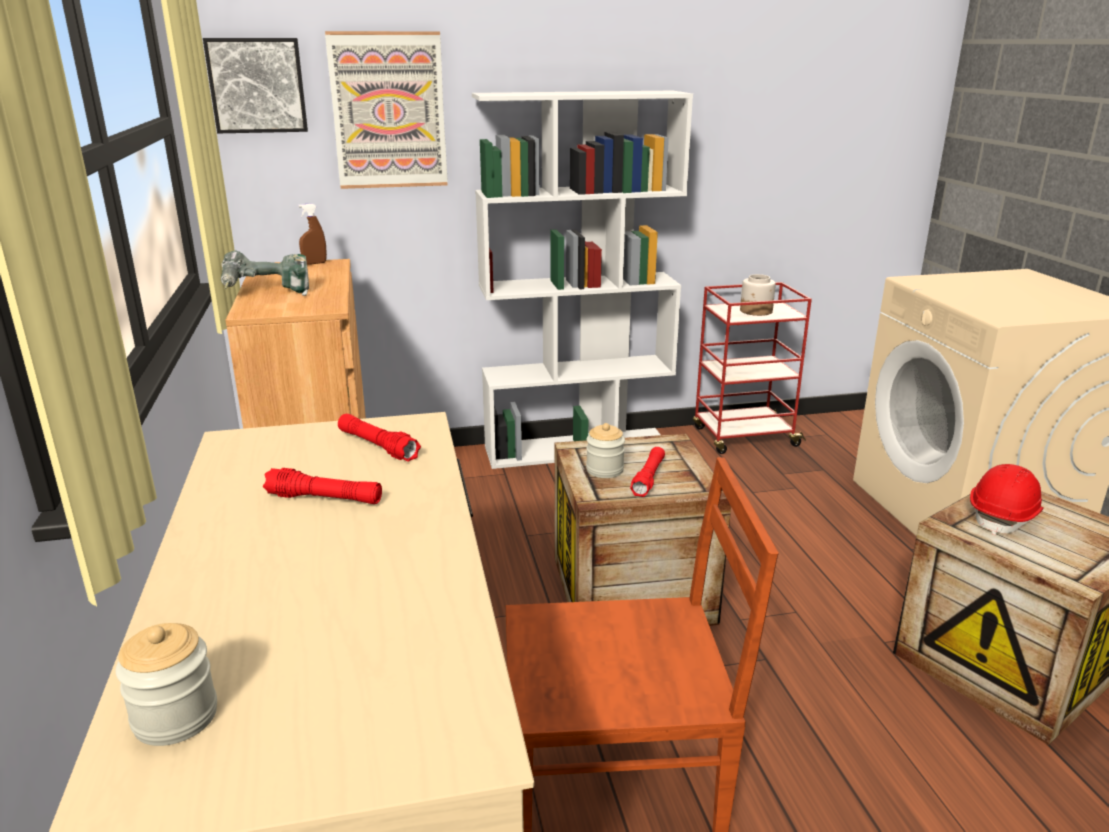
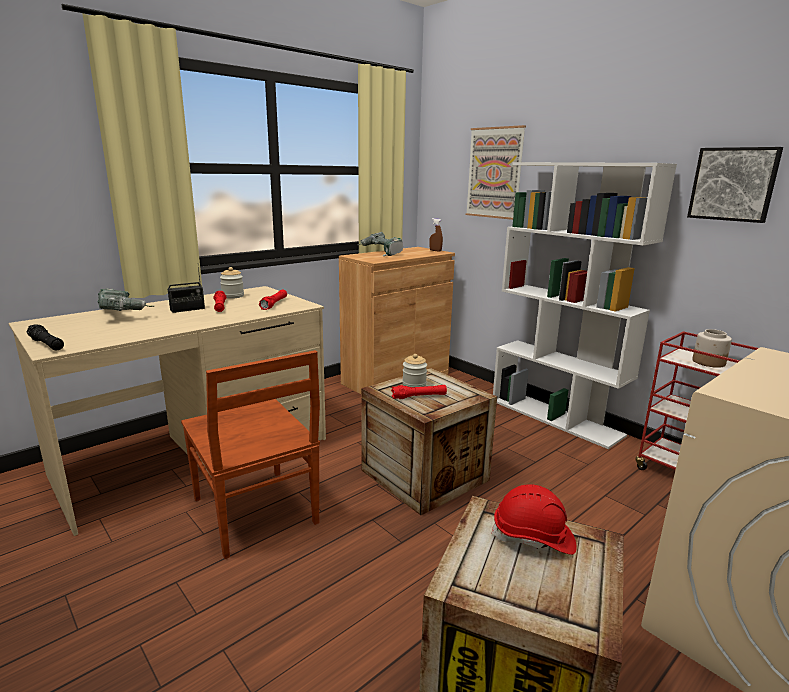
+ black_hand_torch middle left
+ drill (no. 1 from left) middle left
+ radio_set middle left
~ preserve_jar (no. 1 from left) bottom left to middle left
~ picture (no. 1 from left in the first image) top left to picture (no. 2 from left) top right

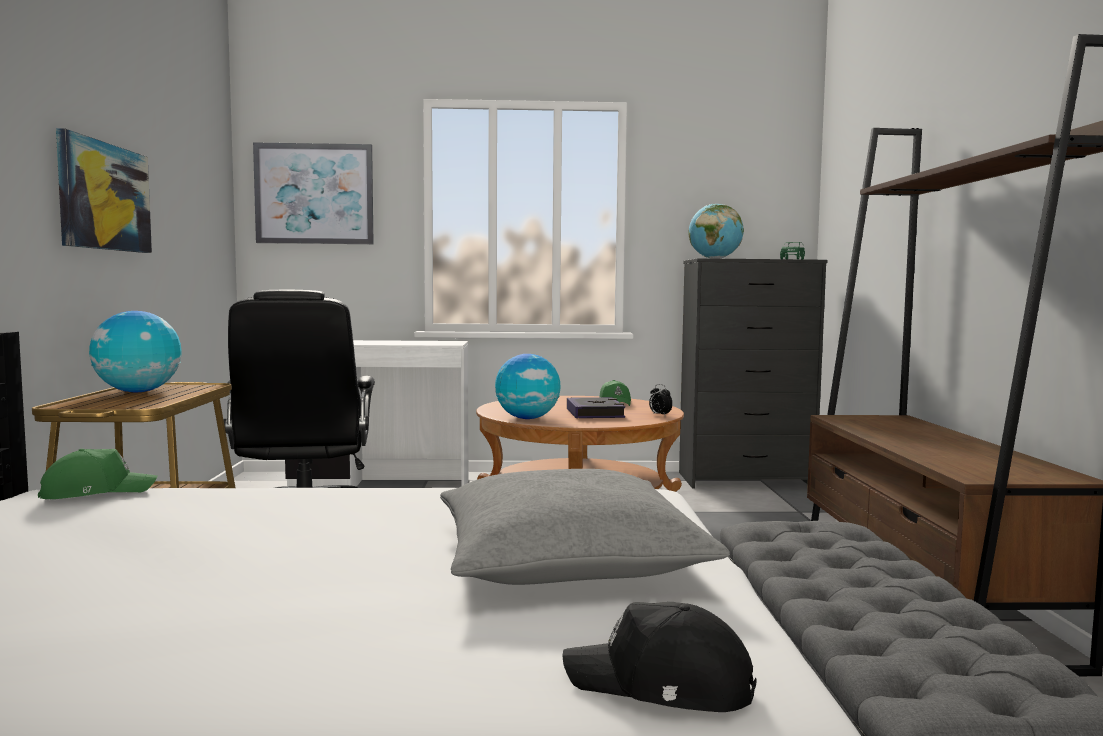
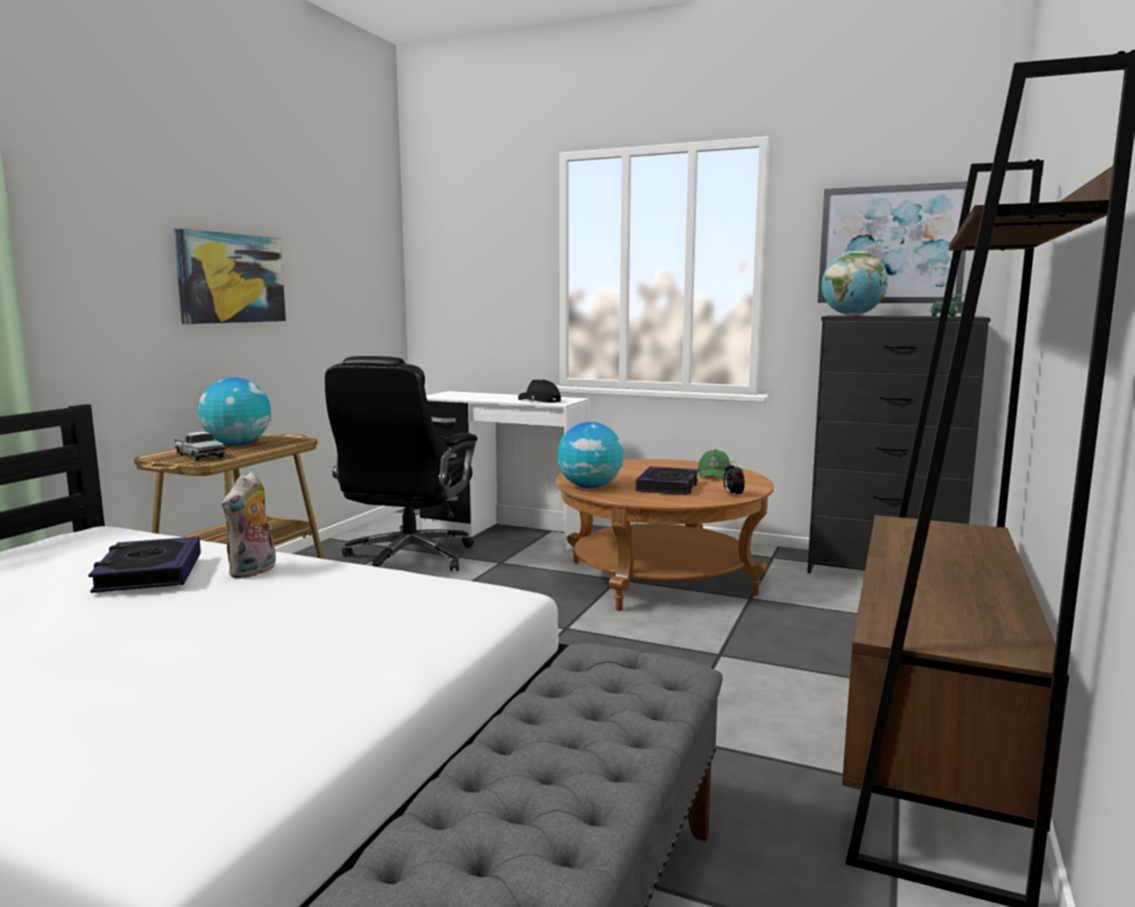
- green-coloured_cap (no. 1 from left) middle left
- grey_throw_pillow bottom centre
+ book (no. 1 from left) middle left
+ toy_lorry middle left
+ plush_toy middle left
~ picture (no. 2 from left) top left to top right
~ black_cap bottom centre to centre

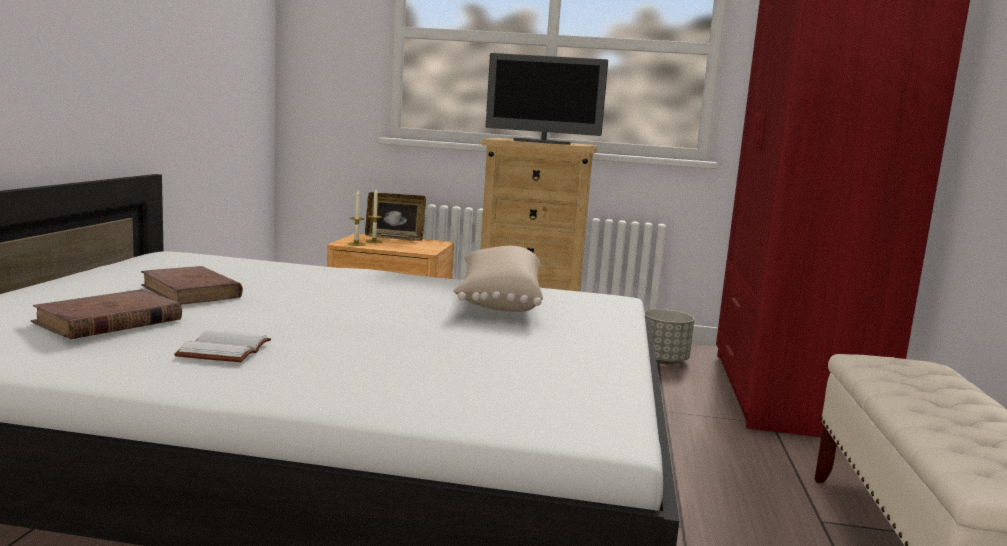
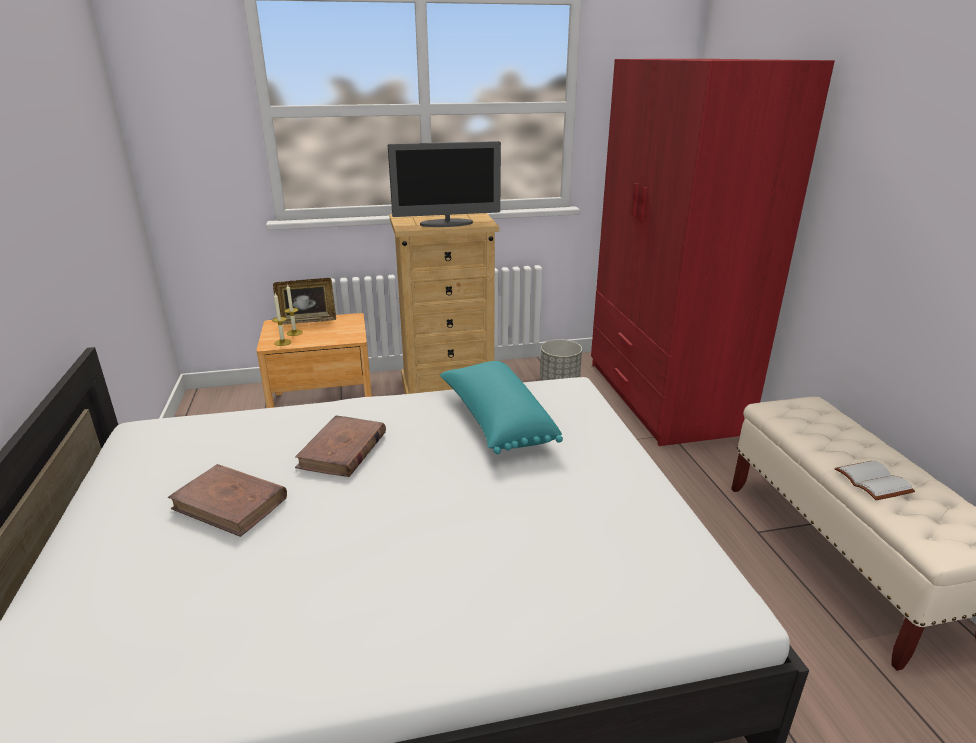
~ brownish_book (no. 1 from left in the first image) middle left to brownish_book (no. 2 from left) centre
~ white-coloured_book middle left to middle right
~ beige-coloured_throw_pillow centre to turquoise-coloured_throw_pillow centre

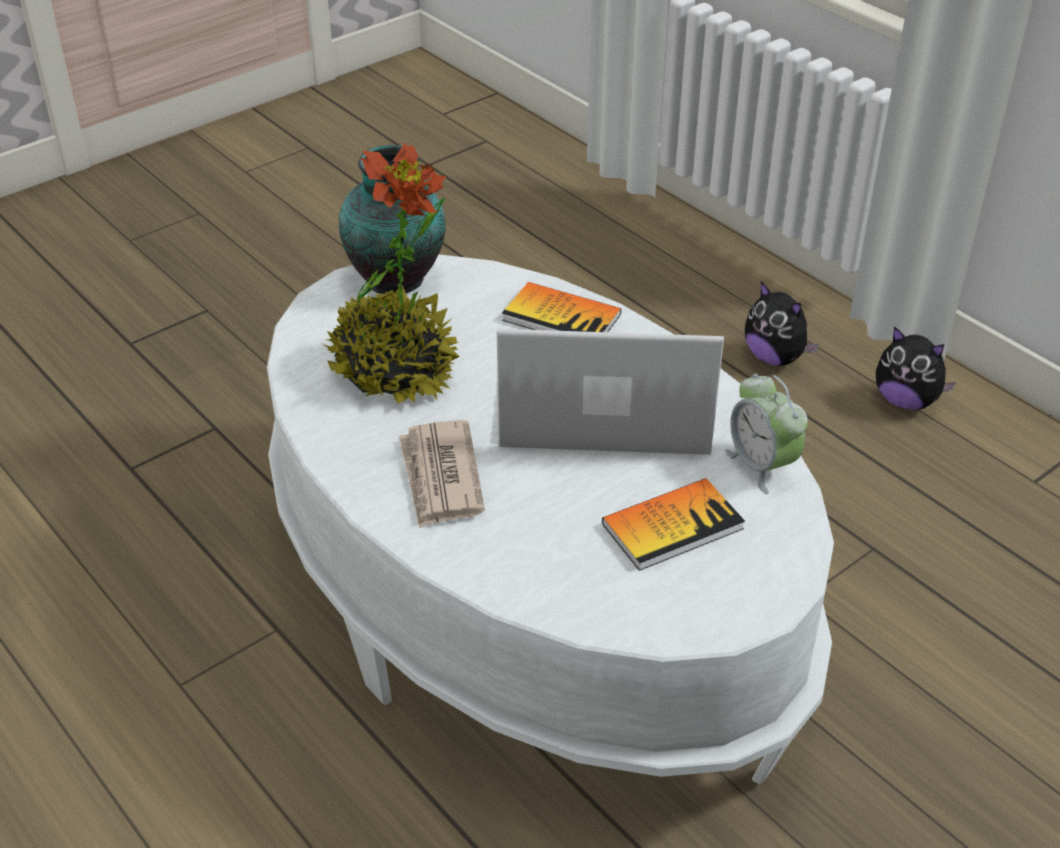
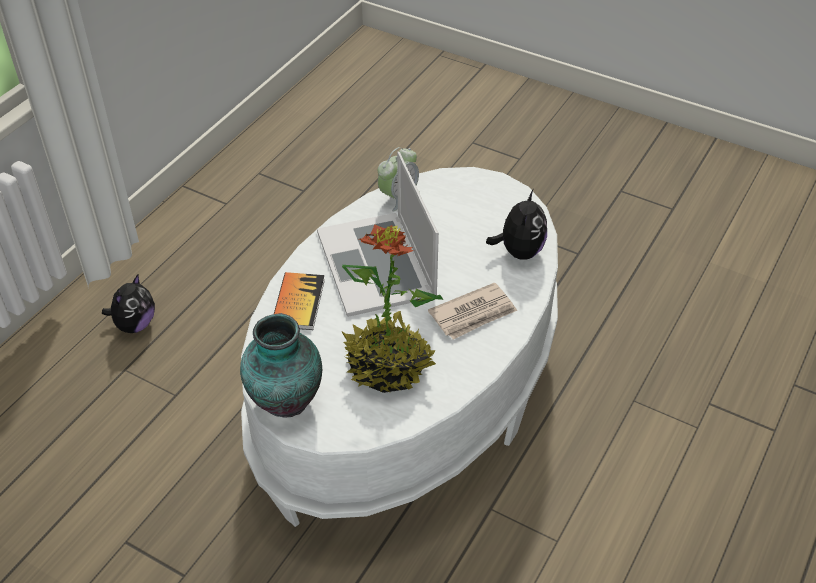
- book (no. 2 from left) centre
~ plush_toy (no. 2 from left) middle right to centre

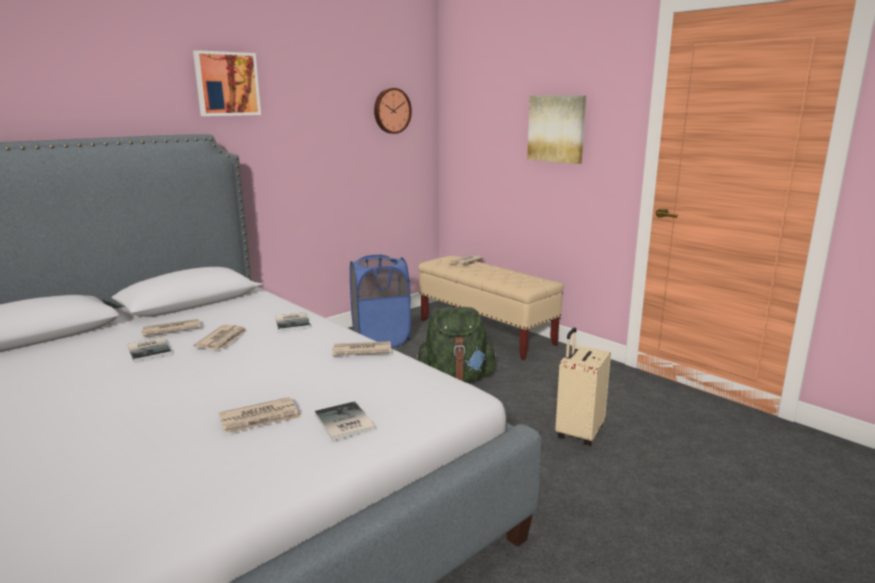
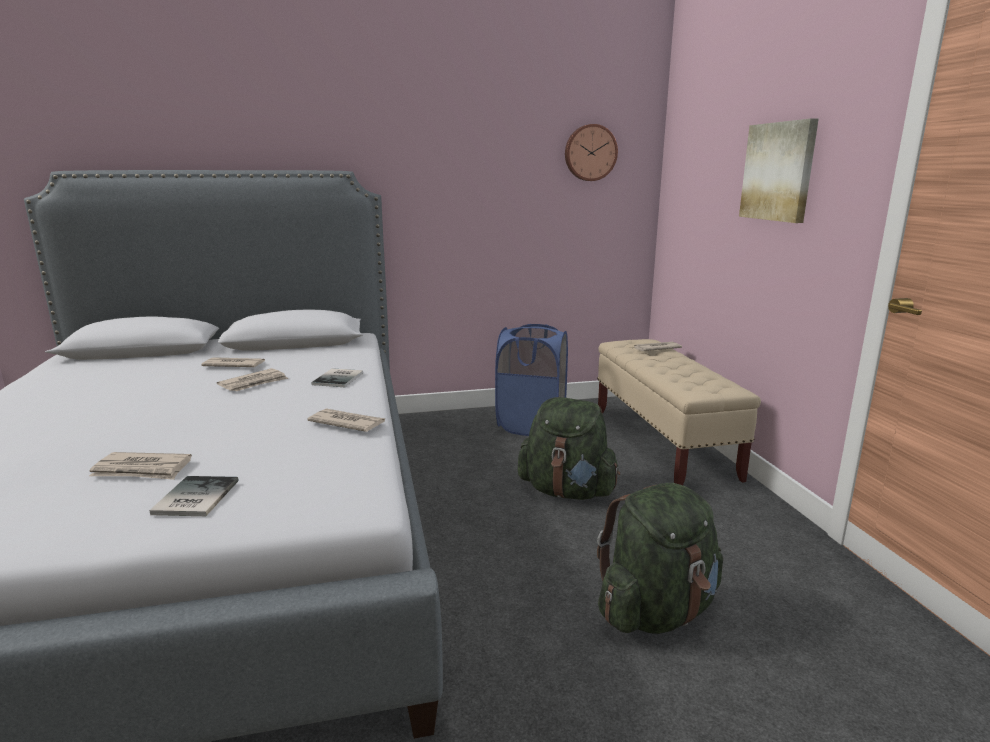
- book (no. 1 from left) middle left
- picture (no. 1 from left) top left
~ beige-coloured_piece_of_luggage centre to green-coloured_knapsack (no. 2 from left) bottom right

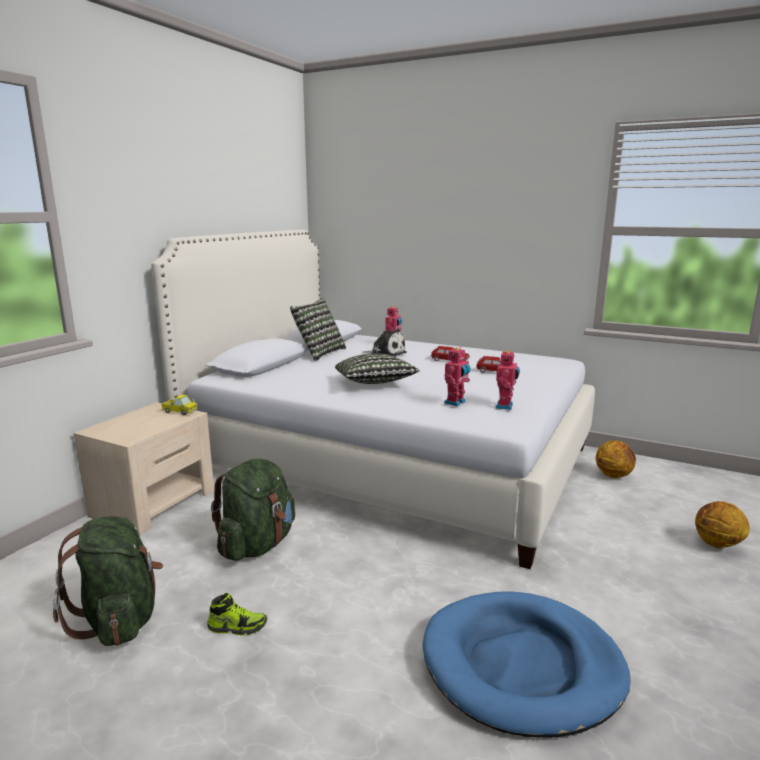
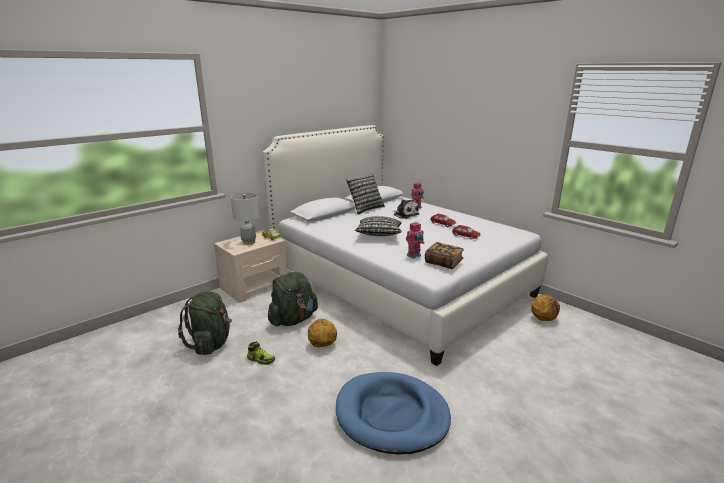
+ grey_table_lamp centre
~ basketball (no. 2 from left in the first image) bottom right to basketball (no. 1 from left) bottom centre
~ toy_robot (no. 3 from left) middle right to book centre

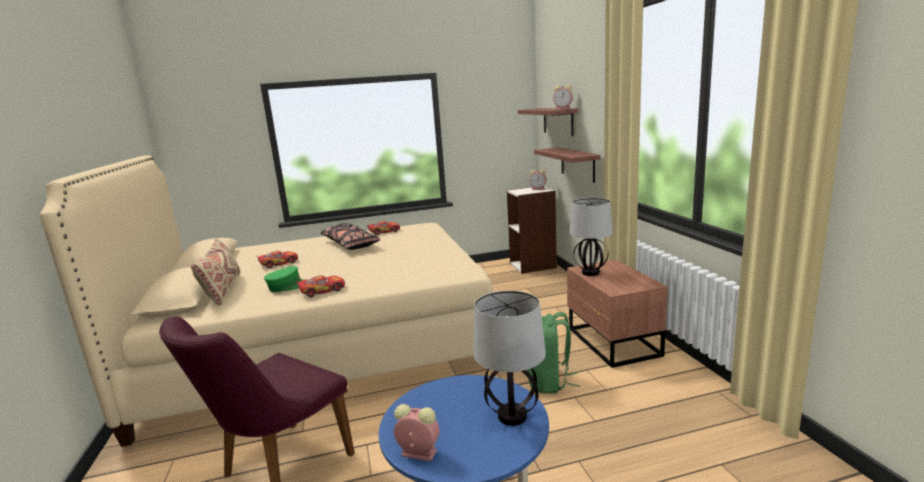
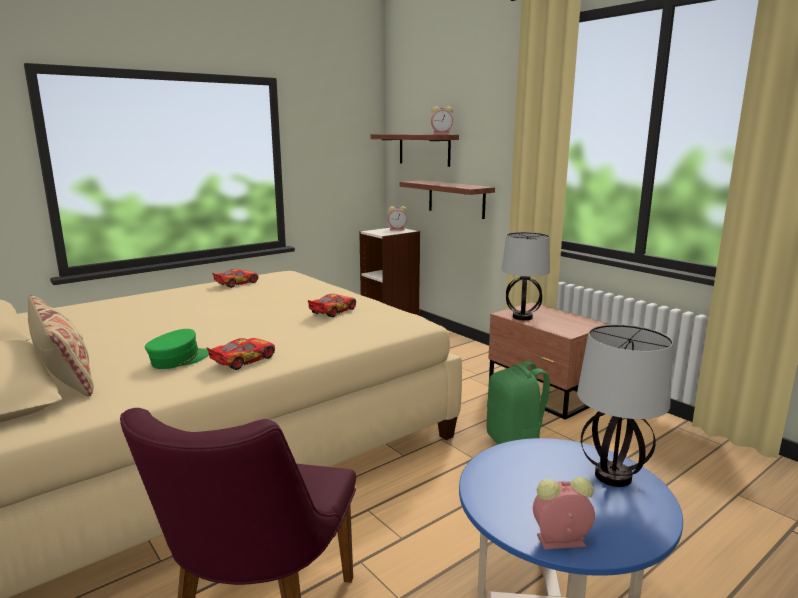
- black_throw_pillow centre
~ model_car (no. 1 from left in the first image) middle left to model_car (no. 3 from left) centre

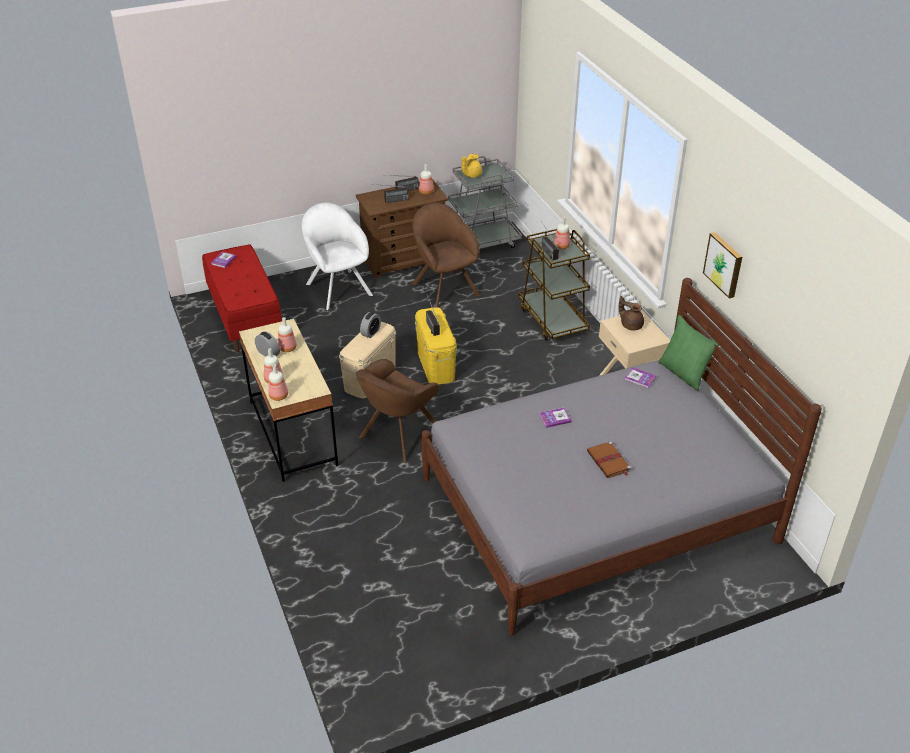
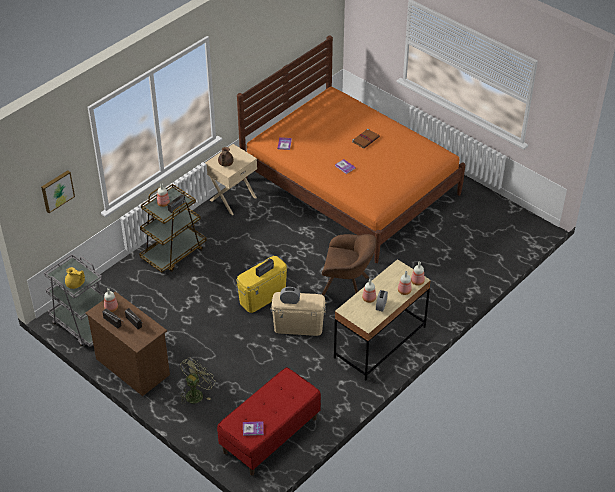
- brownish_easy_chair (no. 2 from left) centre
- green-coloured_throw_pillow middle right
~ picture middle right to middle left
~ white-coloured_easy_chair centre to green-coloured_electric_fan bottom left
~ grey_bedroom_bed middle right to orangey_bedroom_bed top centre

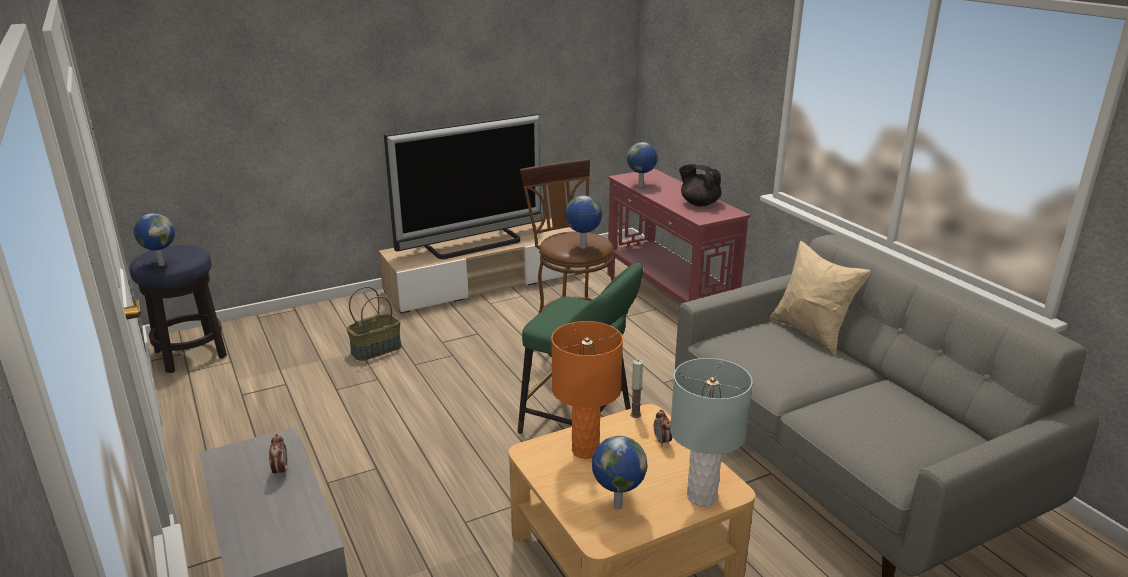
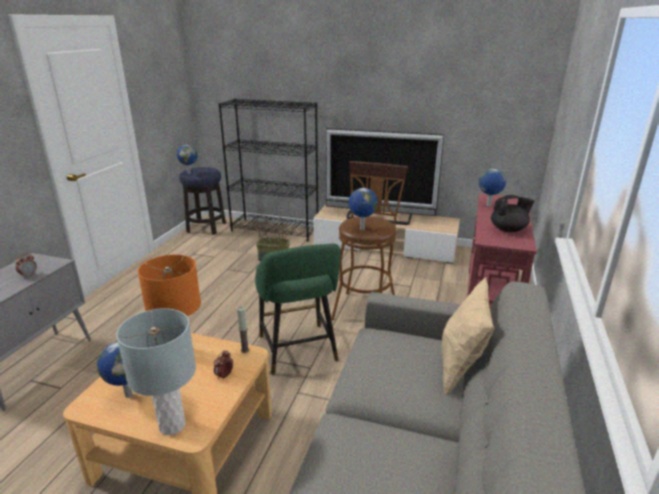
+ black_bookshelf centre
~ black_pot_for_tea top centre = middle right 90 degrees clockwise

